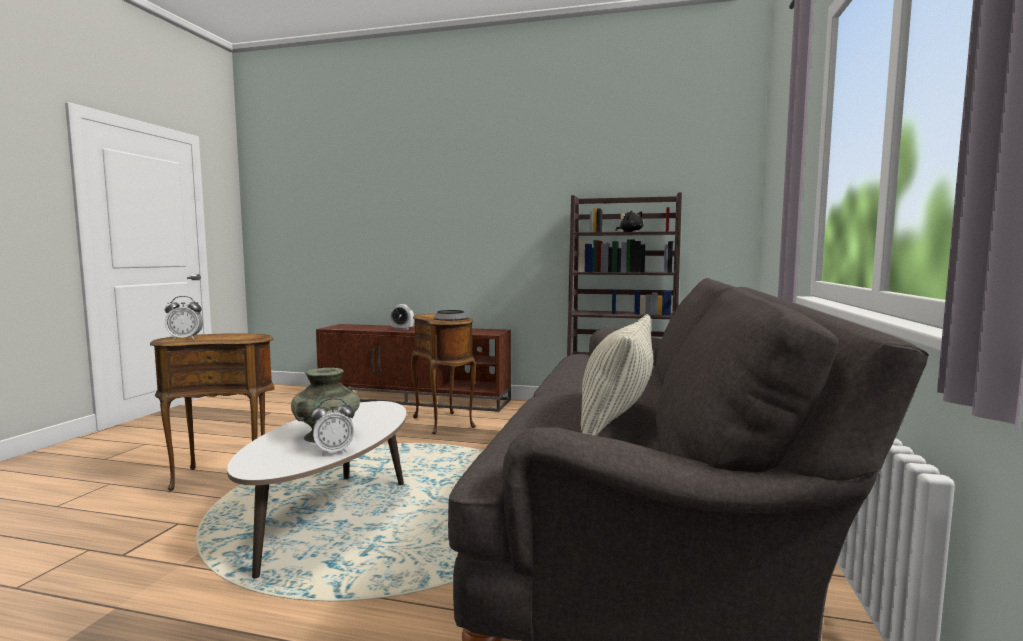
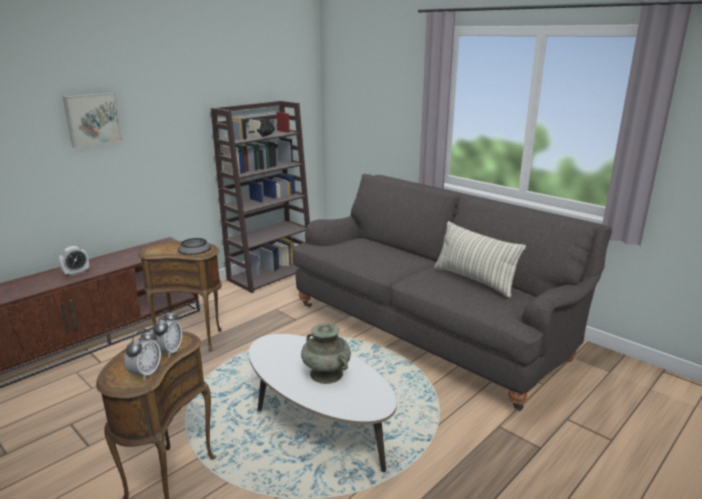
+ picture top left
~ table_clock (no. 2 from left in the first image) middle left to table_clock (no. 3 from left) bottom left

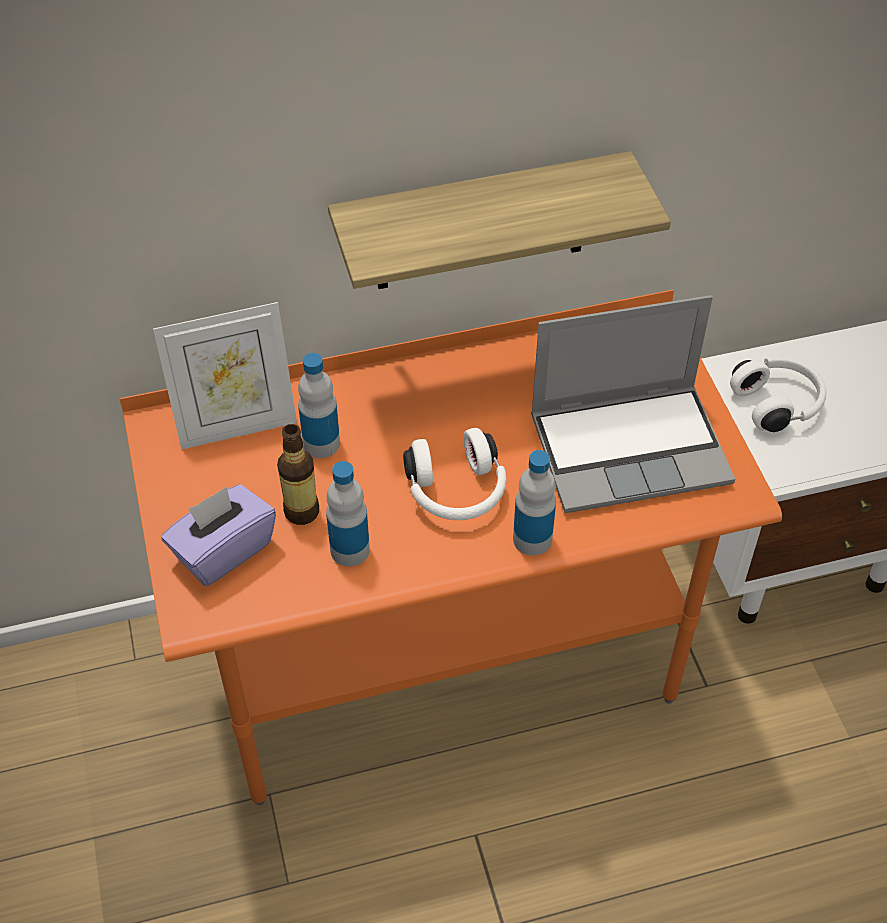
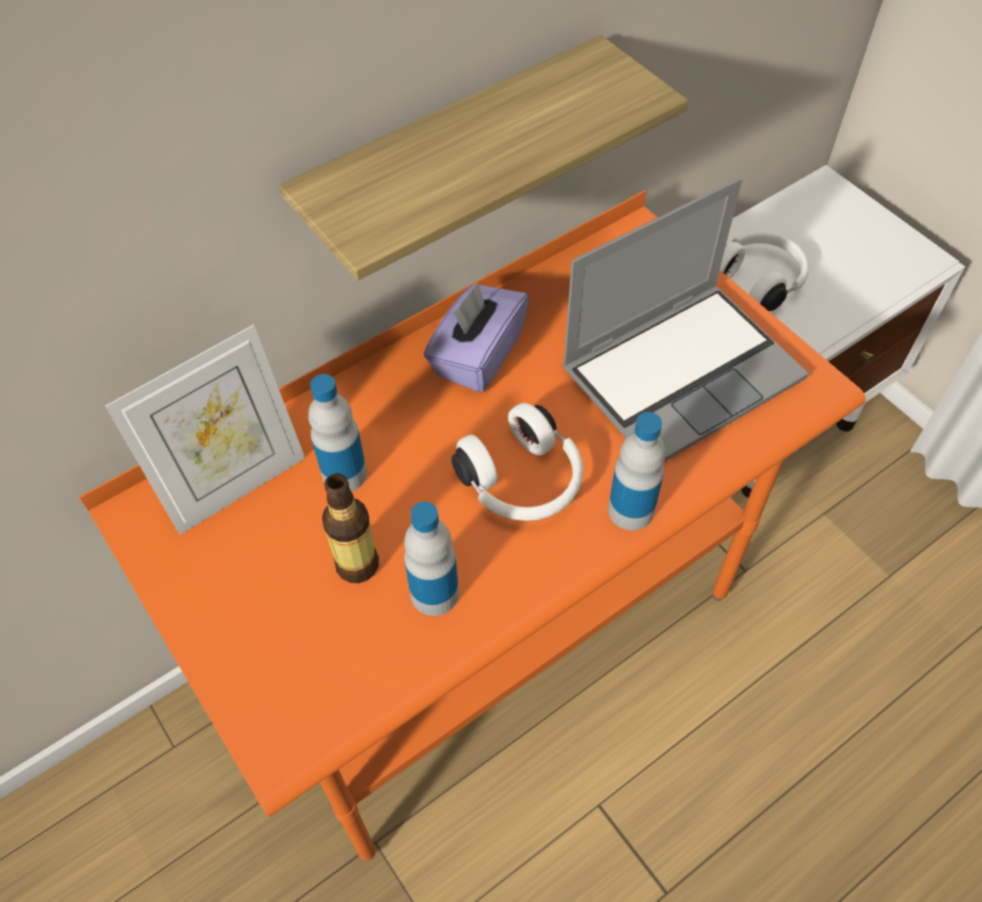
~ purplish_box_of_tissues middle left to centre

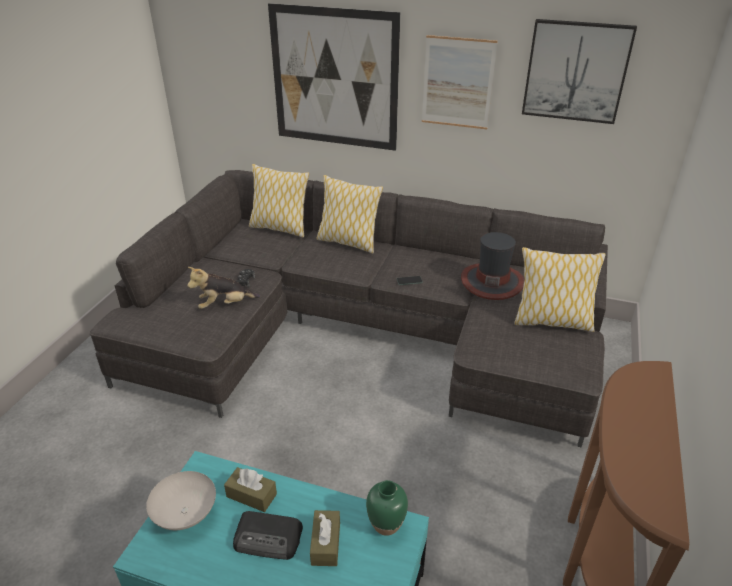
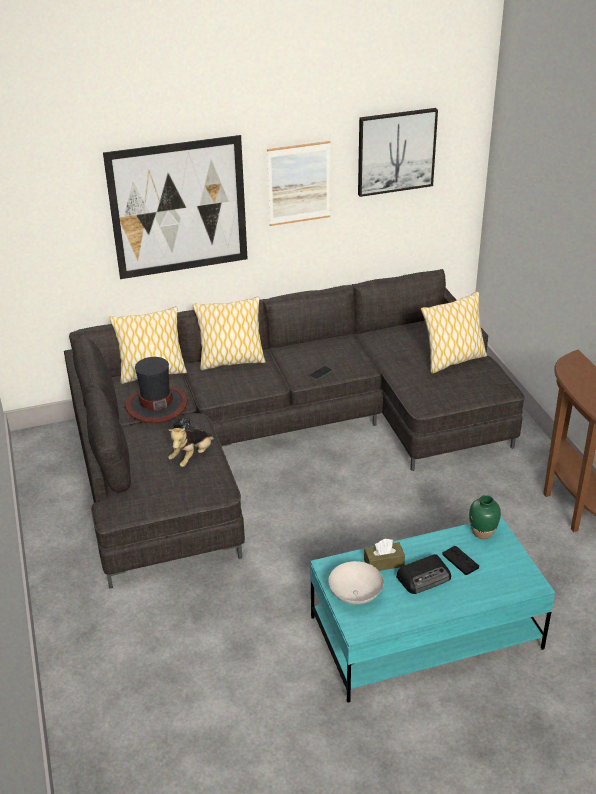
~ wearable_hat middle right to middle left
~ brownish_box_of_tissues (no. 2 from left) bottom centre to black_game_controller (no. 2 from left) bottom right

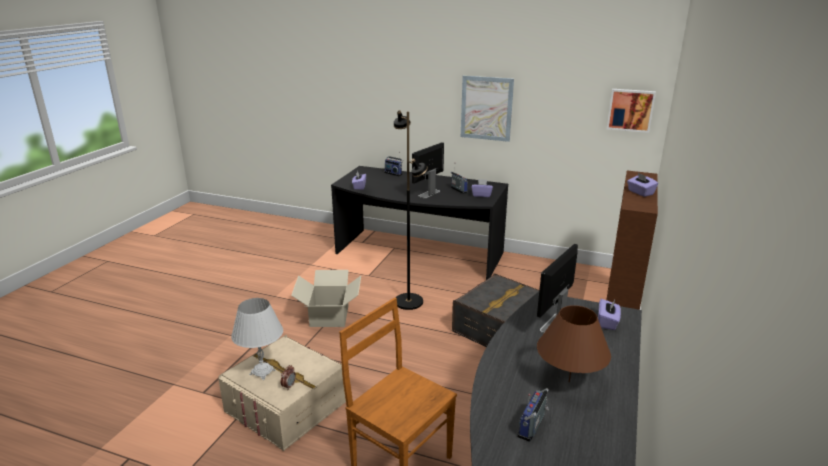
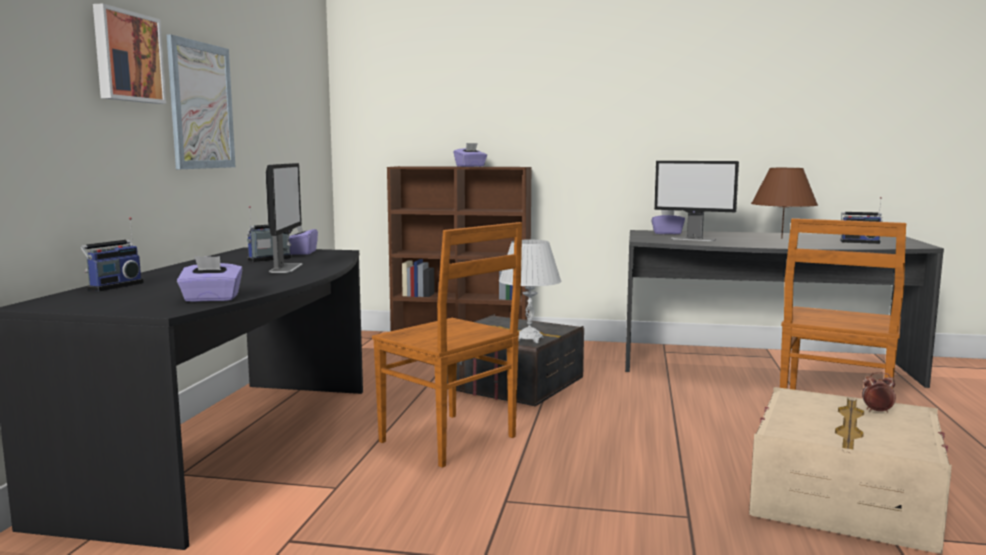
- carton centre
~ white-coloured_table_lamp bottom left to centre
~ picture (no. 2 from left in the first image) top right to picture (no. 1 from left) top left
~ black_standard_lamp centre to brownish_plain_chair (no. 1 from left) centre
~ computer_display (no. 1 from left) centre = middle left 120 degrees counterclockwise

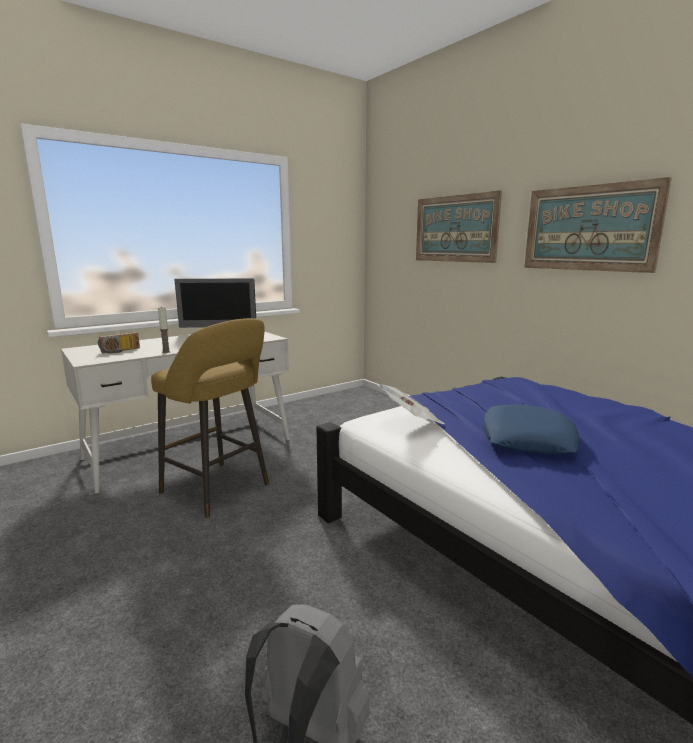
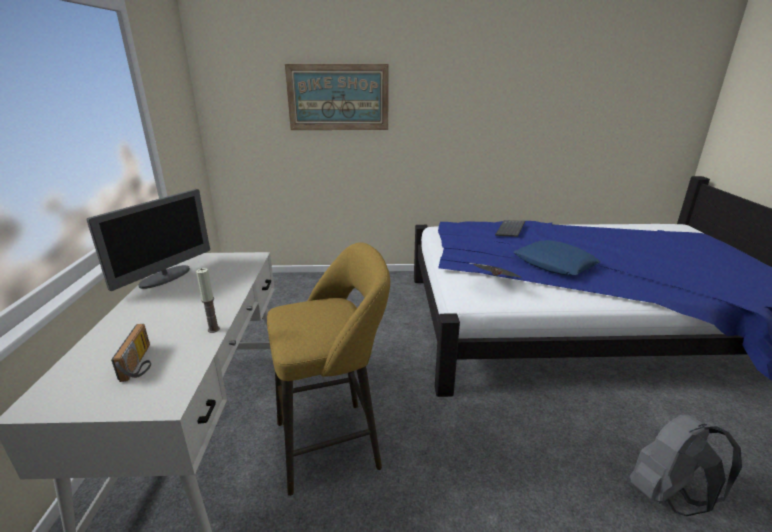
- picture (no. 2 from left) top right
+ PC_keyboard centre

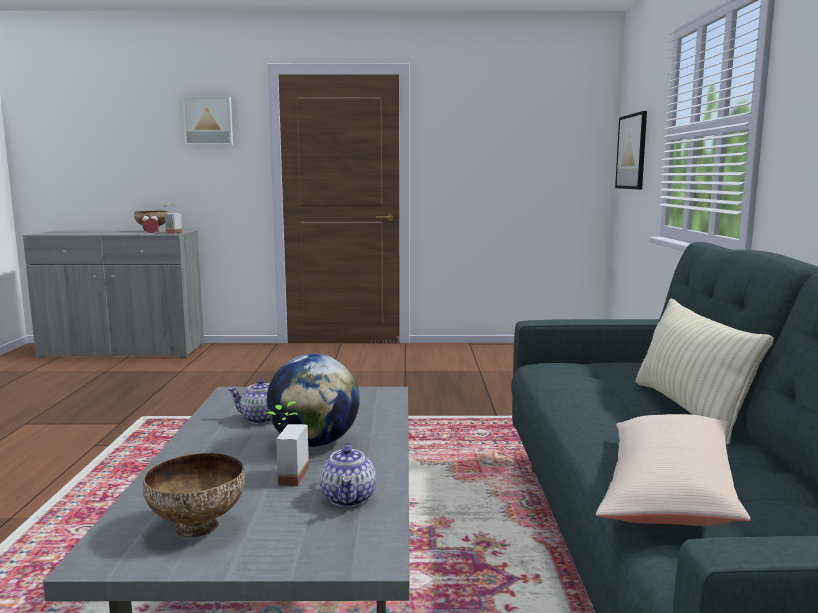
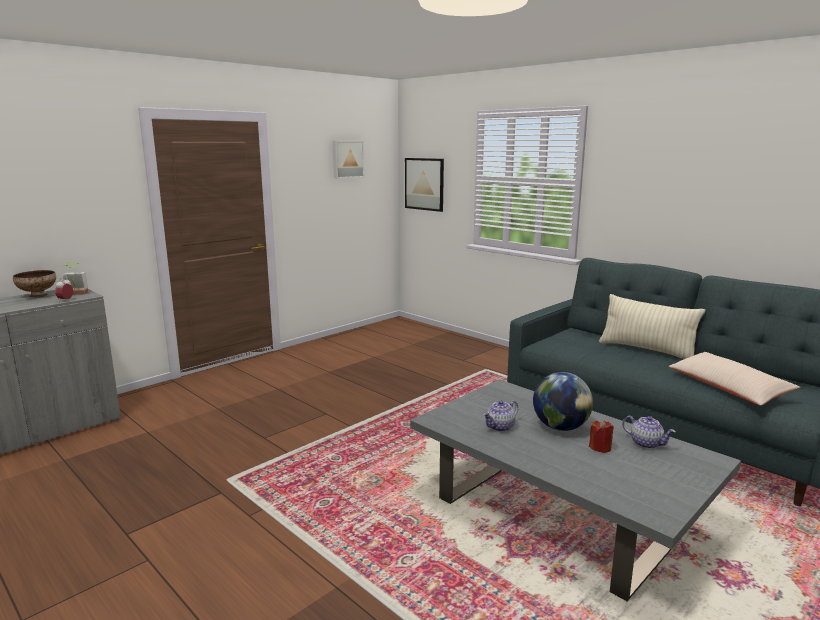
- serving_bowl (no. 2 from left) bottom left
~ picture (no. 1 from left) top left to top centre
~ potted_plant (no. 2 from left) bottom centre to red-coloured_wax_candle bottom right

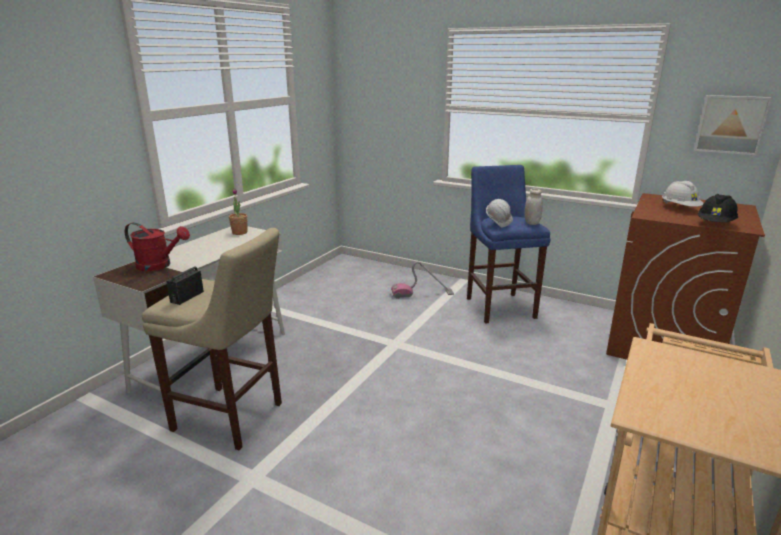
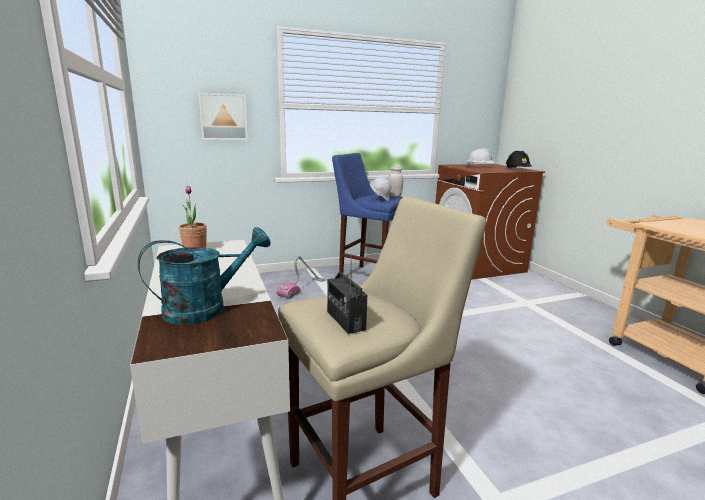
~ picture top right to top left
~ red-coloured_watering_can middle left to turquoise-coloured_watering_can middle left

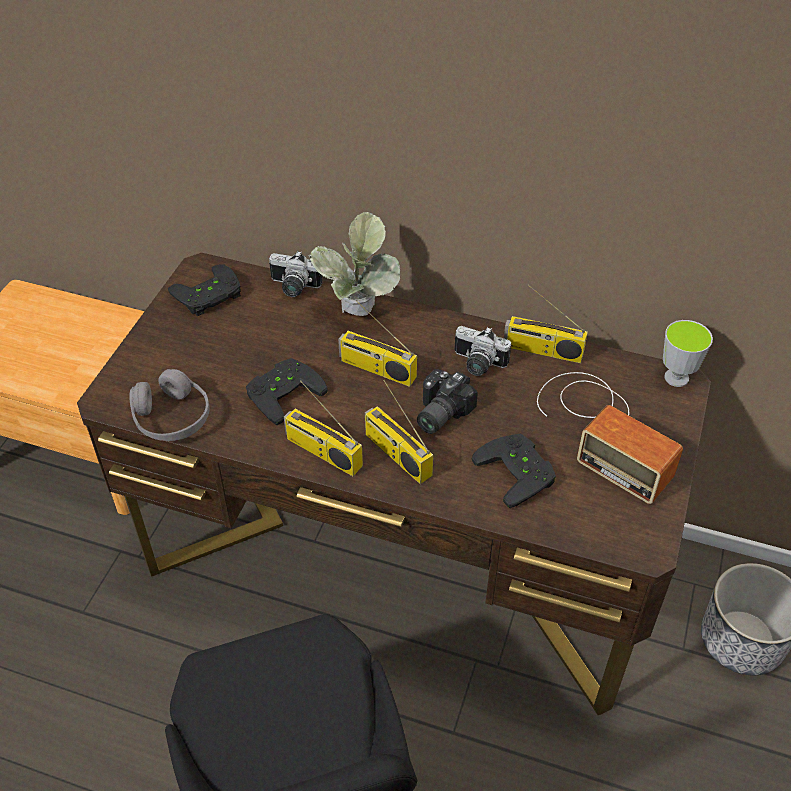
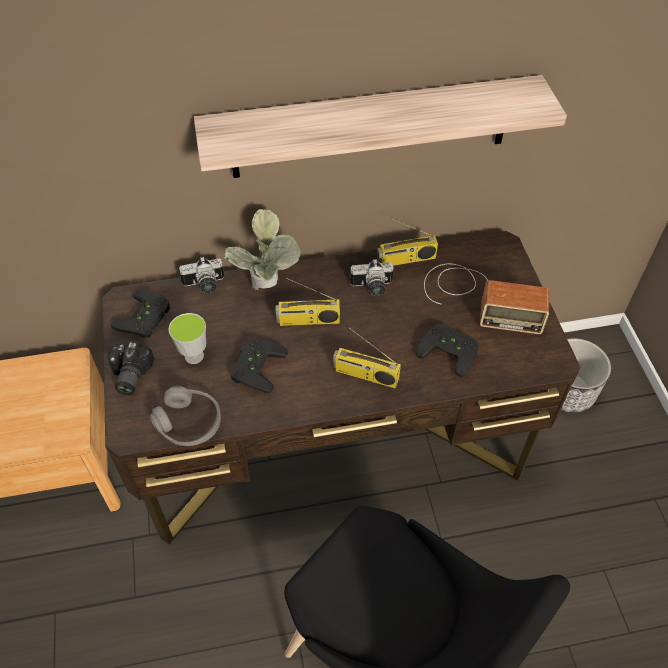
- radio_set (no. 1 from left) centre
+ shelf top centre
~ photo_camera (no. 2 from left in the first image) centre to photo_camera (no. 1 from left) middle left
~ drinking_cup middle right to middle left

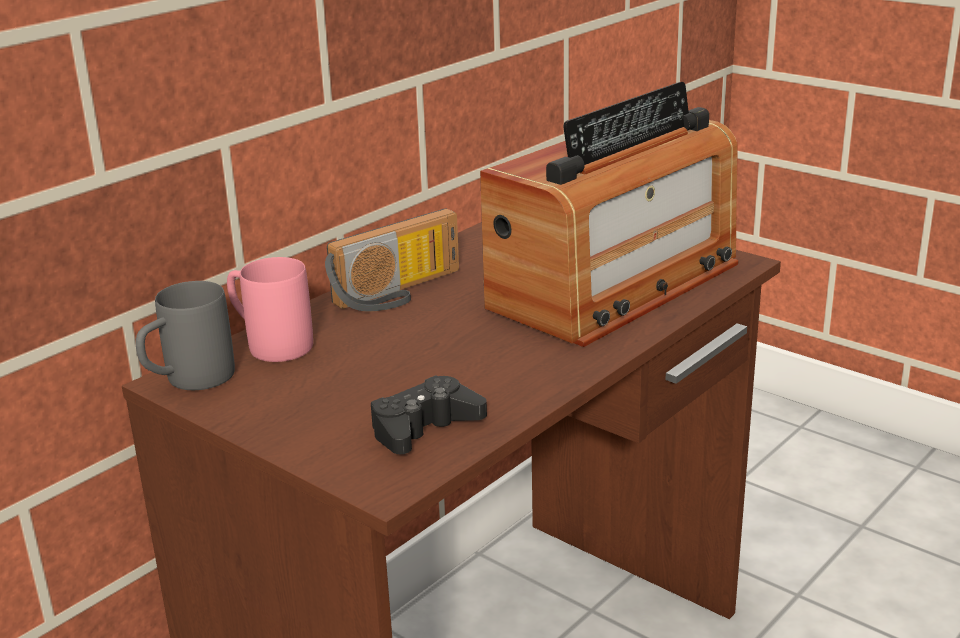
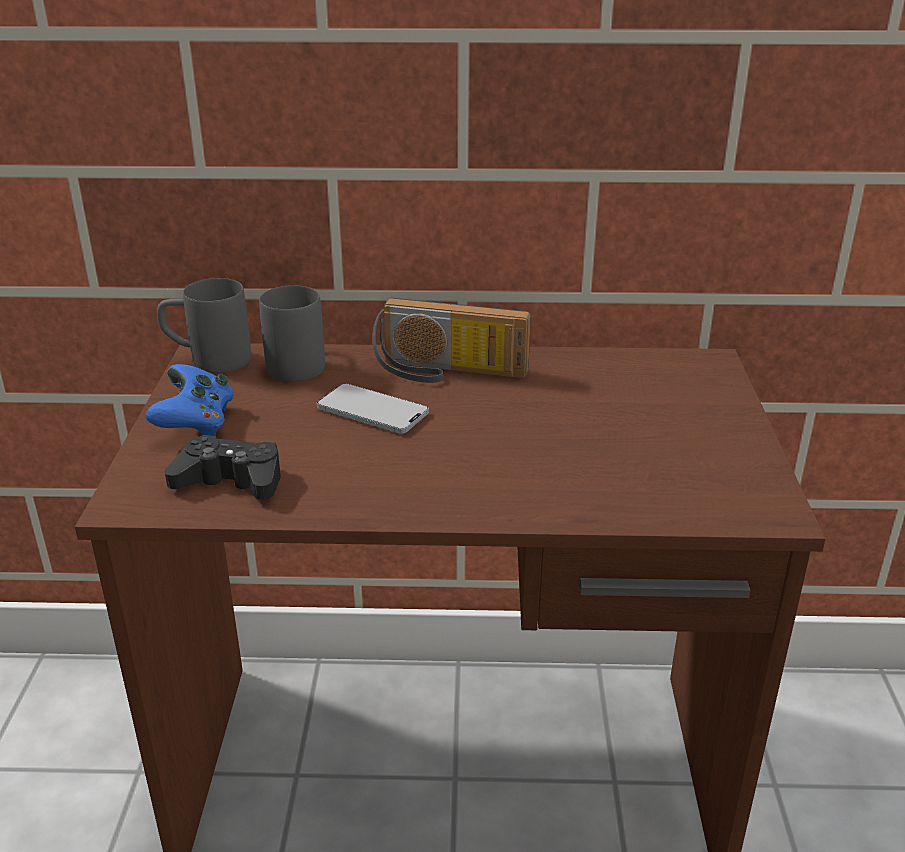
- radio_set (no. 2 from left) centre
+ bluish_game_controller middle left
+ handset centre
~ pinkish_mug middle left to grey_mug (no. 2 from left) middle left

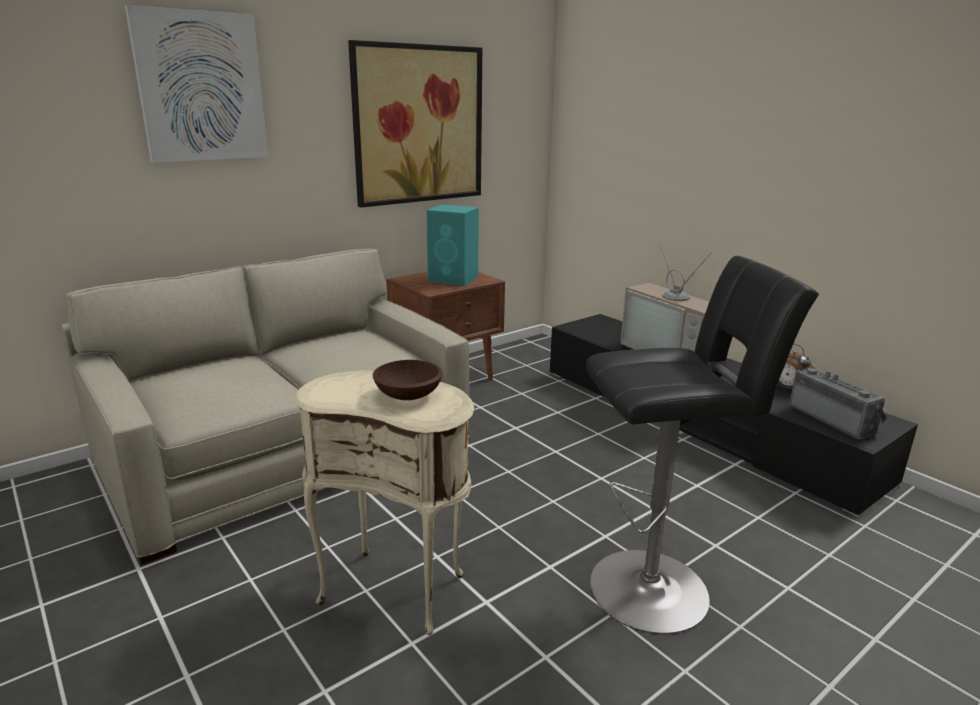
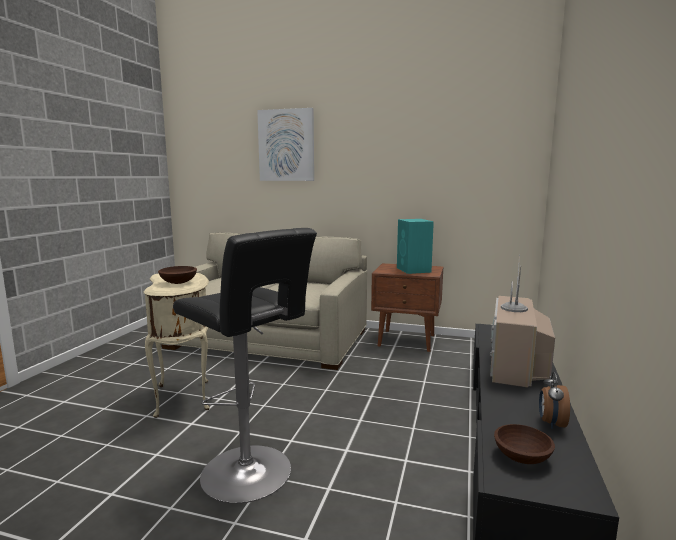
- picture (no. 2 from left) top centre
~ radio_set middle right to brownish_serving_bowl (no. 2 from left) bottom right

